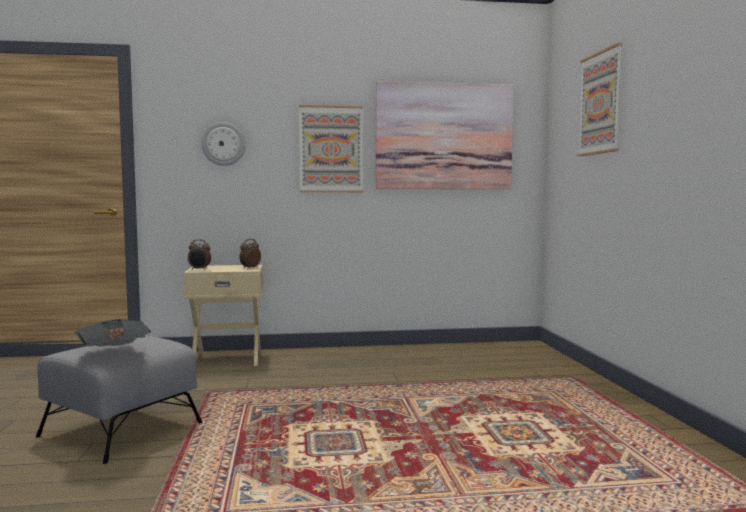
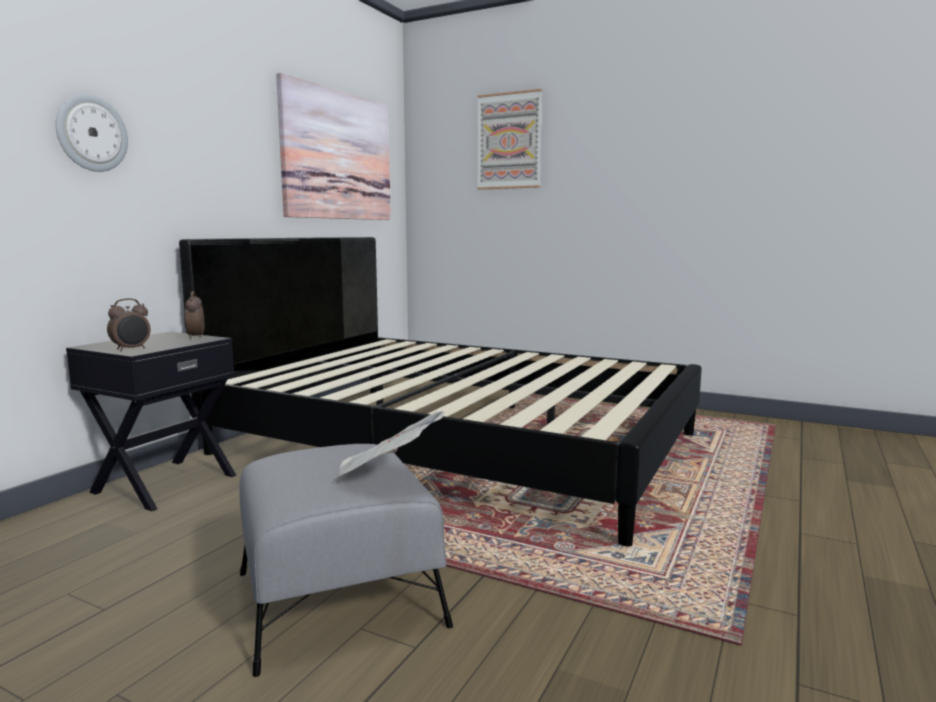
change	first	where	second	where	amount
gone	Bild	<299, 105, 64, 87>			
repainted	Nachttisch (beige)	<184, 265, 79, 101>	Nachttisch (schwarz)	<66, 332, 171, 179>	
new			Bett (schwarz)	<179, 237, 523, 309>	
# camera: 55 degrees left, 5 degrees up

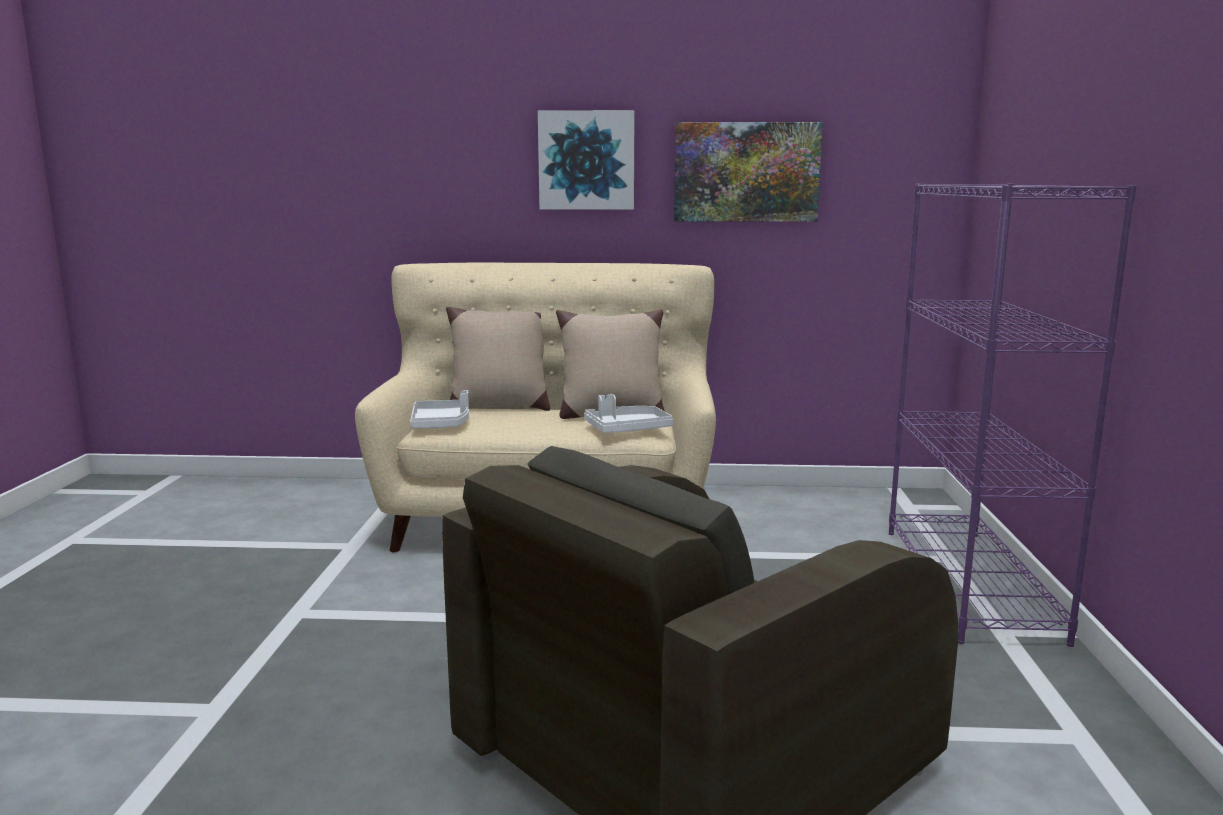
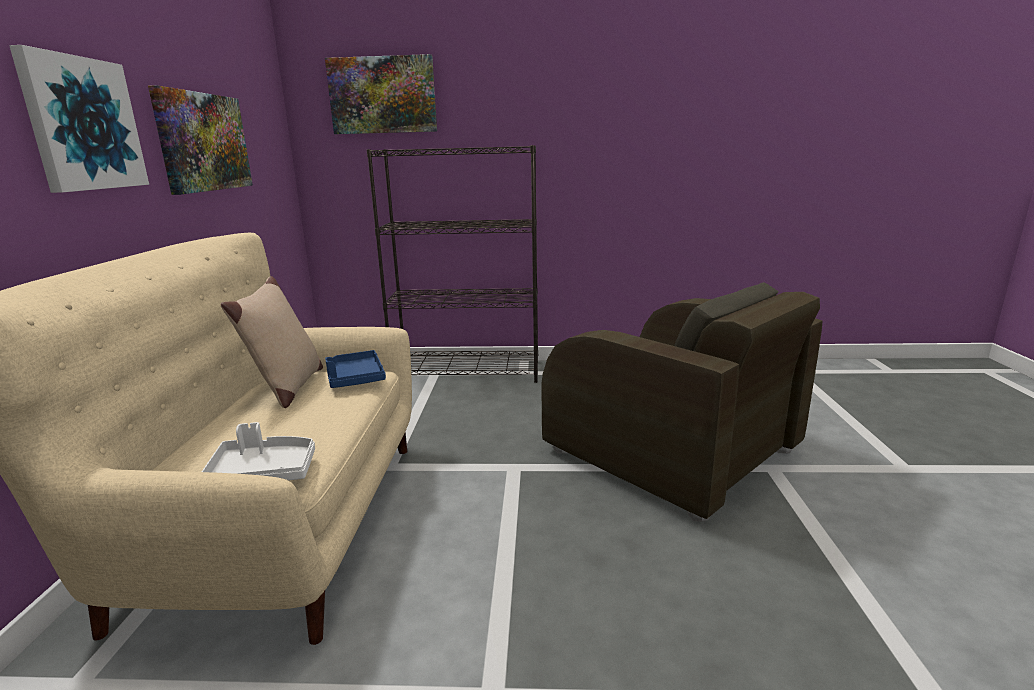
change	first	where	second	where	amount
repainted	Bücherregal (lila)	<889, 183, 248, 464>	Bücherregal (schwarz)	<367, 145, 171, 238>	
gone	Kissen (beige)	<446, 307, 104, 104>			
repainted	Tablett (weiß)	<584, 394, 89, 39>	Tablett (blau)	<325, 350, 61, 38>	
new			Bild	<325, 54, 112, 80>	
# camera: 90 degrees left, 5 degrees up

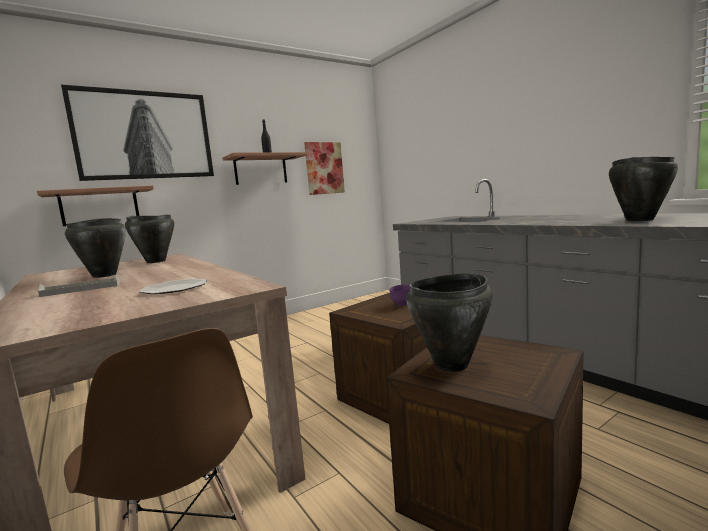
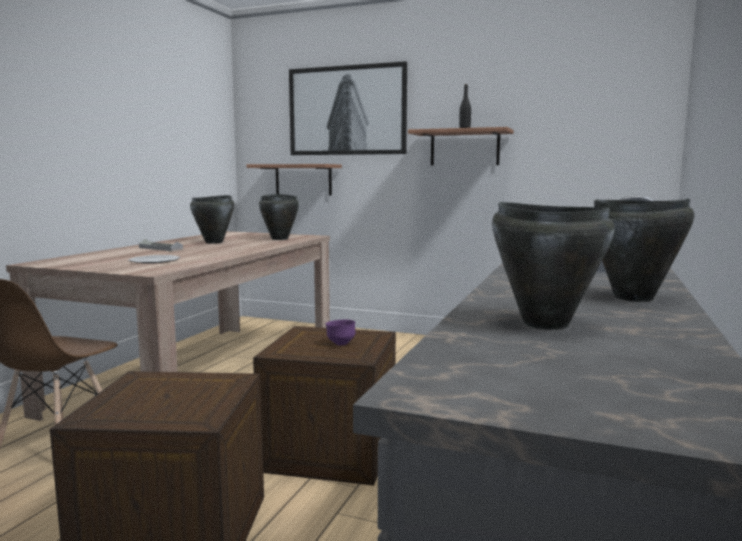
change	first	where	second	where	amount
gone	Bild	<304, 142, 41, 53>			
shifted	Kochtopf (schwarz)	<406, 273, 86, 99>		<594, 199, 100, 103>	
# camera: 55 degrees right, 0 degrees up

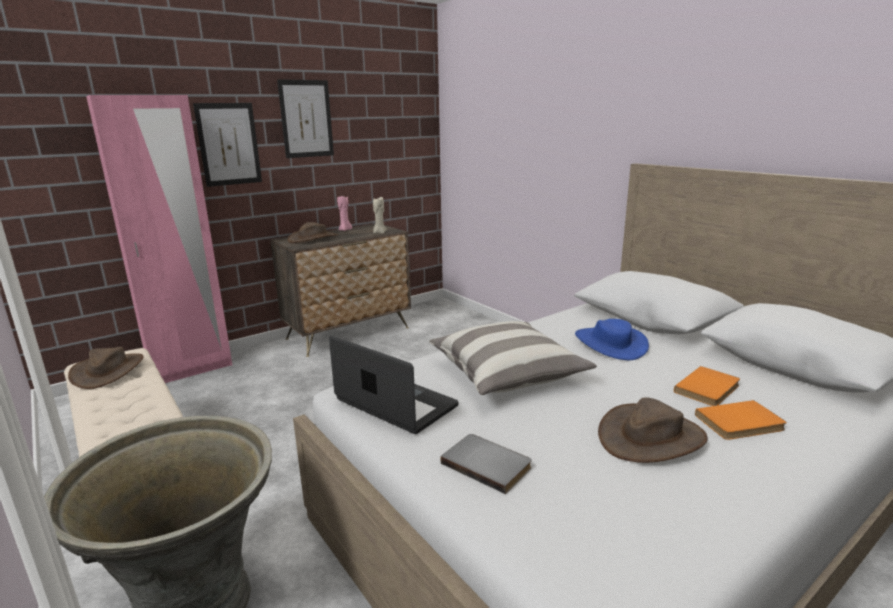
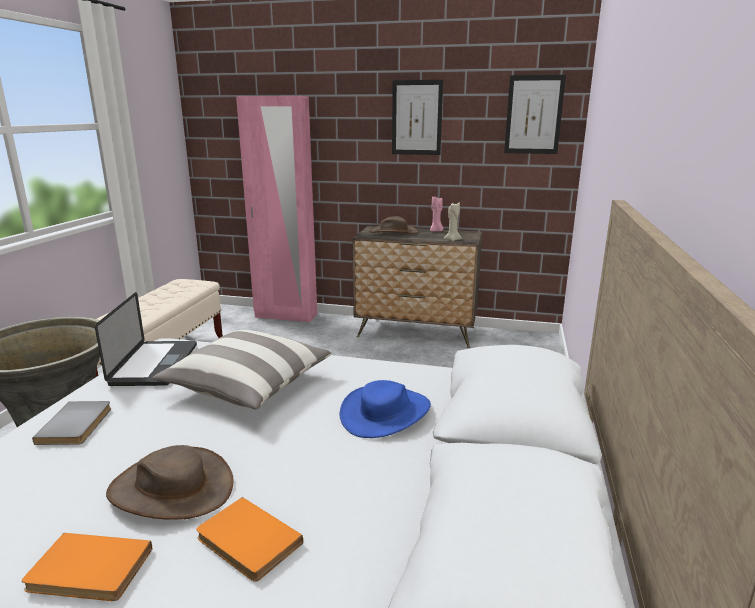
change	first	where	second	where	amount
shifted	Bild	<193, 103, 69, 84>		<504, 75, 62, 79>	
gone	Hut (braun)	<68, 347, 76, 42>			
shifted	Buch (orange)	<674, 366, 66, 40>		<22, 533, 131, 68>	
# camera: 50 degrees right, 0 degrees up

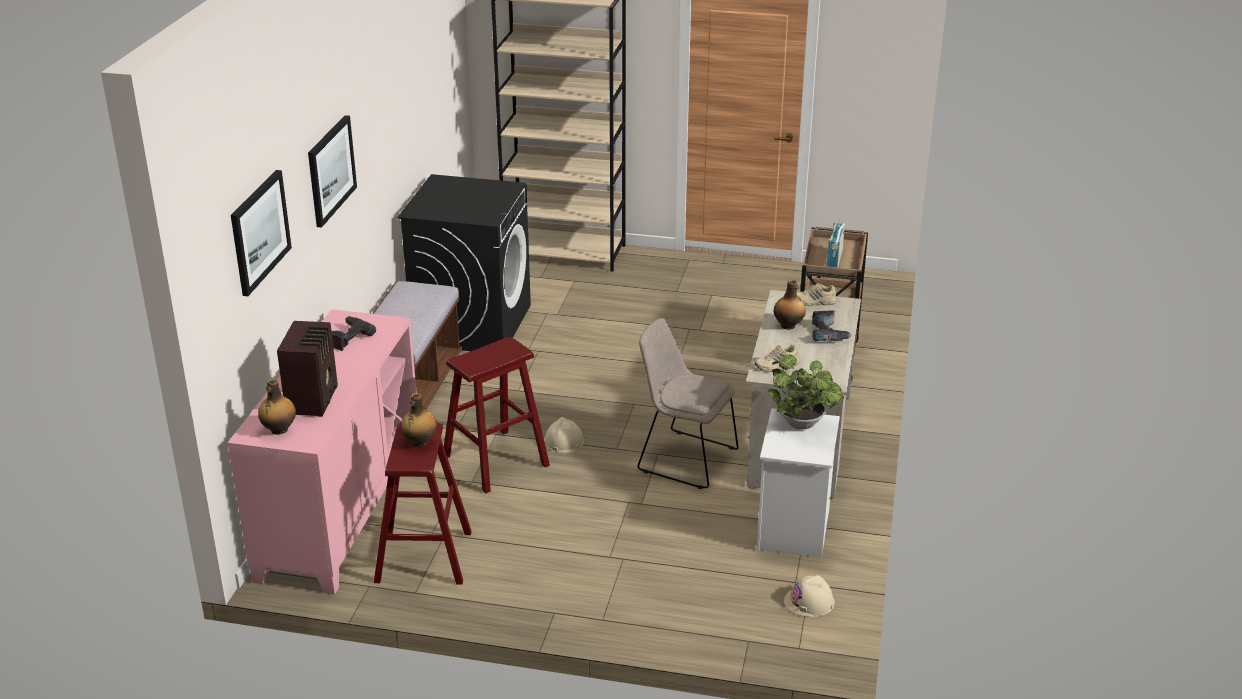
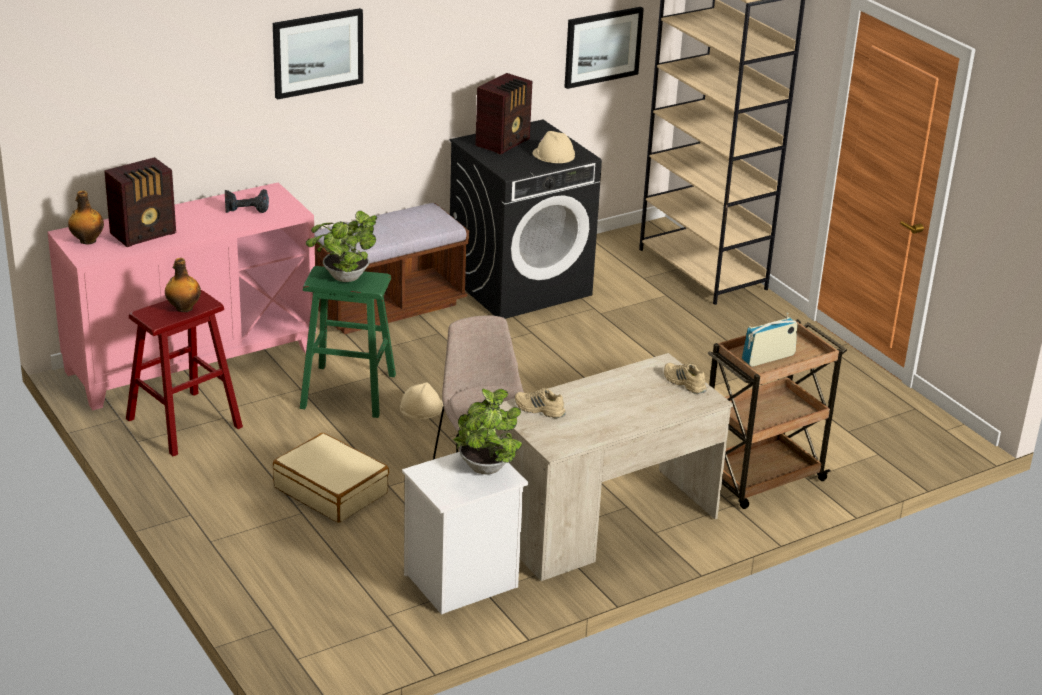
change	first	where	second	where	amount
shifted	Bild	<231, 170, 61, 126>		<565, 7, 79, 82>	
gone	Flasche	<774, 280, 32, 50>			
gone	Bohrmaschine	<812, 310, 40, 31>			
repainted	Hocker (rot)	<444, 337, 106, 156>	Hocker (grün)	<300, 266, 96, 152>	
shifted	Schutzhelm (beige)	<784, 575, 51, 42>		<533, 131, 42, 32>	
new			Radio	<475, 73, 57, 82>	
new			Topfpflanze	<306, 211, 71, 71>	
new			Koffer (beige)	<273, 433, 116, 90>	
# camera: 45 degrees right, 0 degrees up

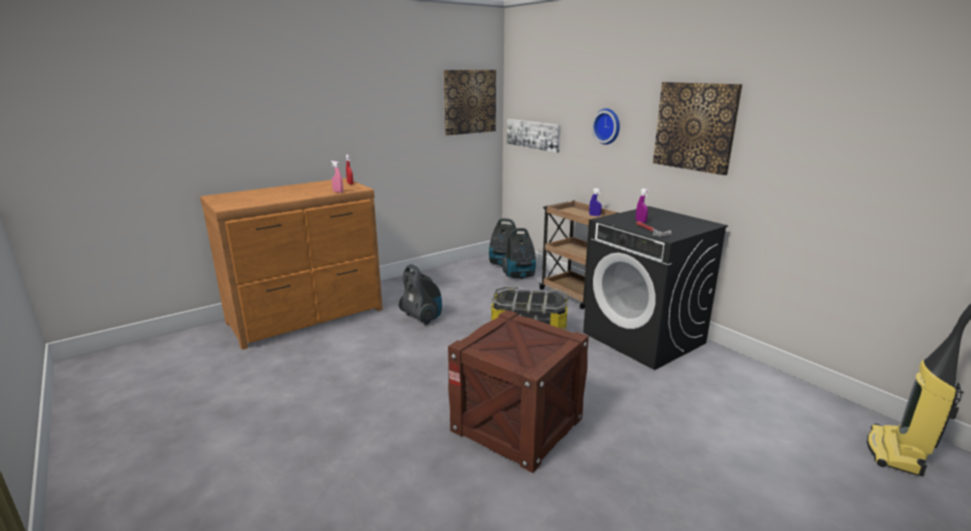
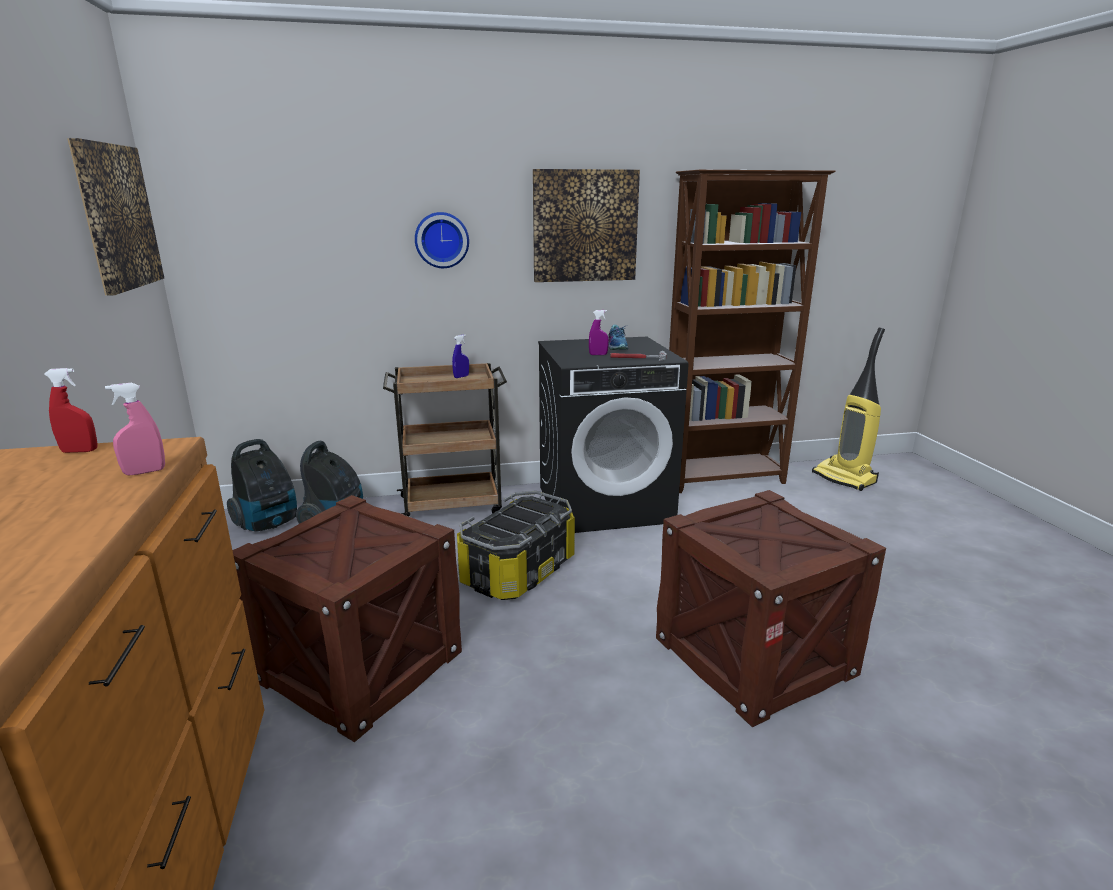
change	first	where	second	where	amount
gone	Bild	<507, 119, 54, 34>			
swapped	Staubsauger	<398, 264, 44, 61>	Kiste	<232, 495, 230, 247>	
new			Bücherregal (braun)	<669, 170, 166, 323>	
new			Schuh	<608, 324, 20, 26>	
# camera: 65 degrees left, 0 degrees up

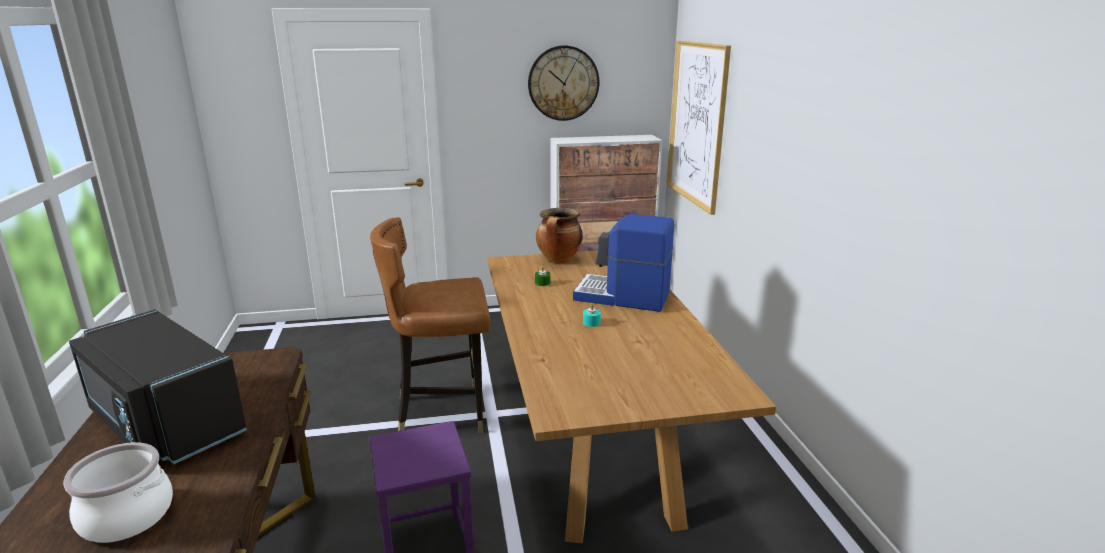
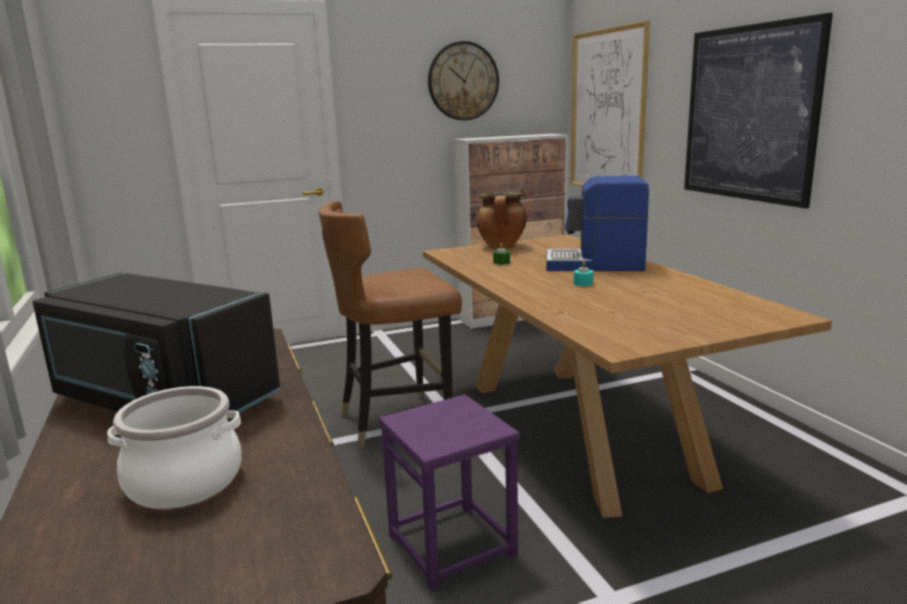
change	first	where	second	where	amount
new			Bild	<684, 13, 149, 196>	
# camera: 10 degrees left, 5 degrees down

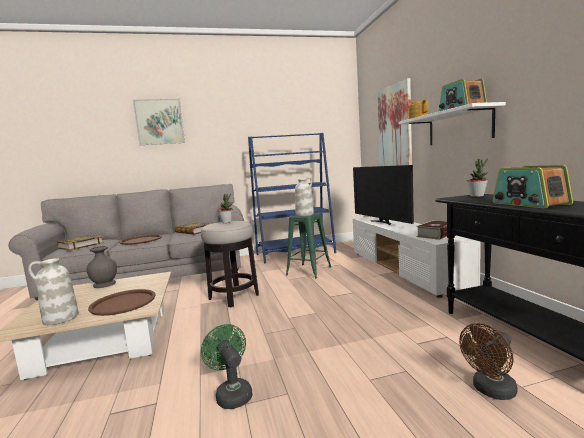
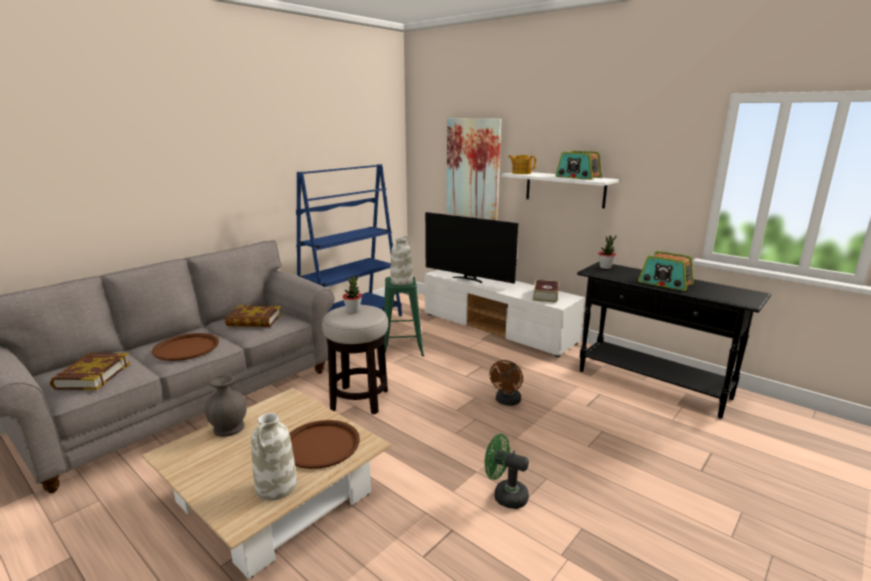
change	first	where	second	where	amount
gone	Bild	<133, 99, 52, 46>			
shifted	Ventilator (braun)	<459, 323, 58, 77>		<489, 360, 34, 46>	
# camera: 35 degrees left, 10 degrees up

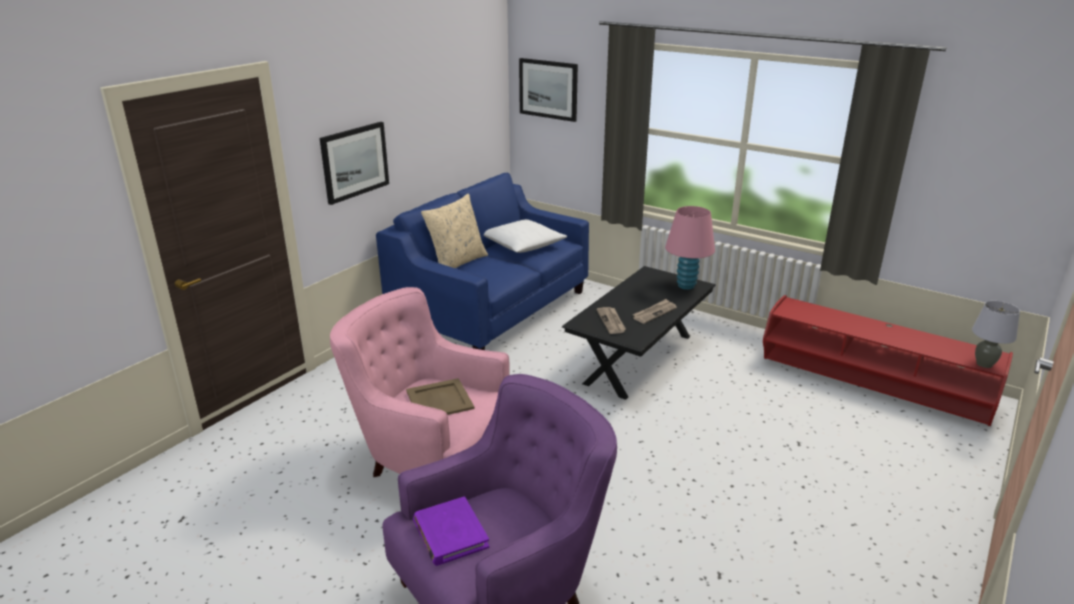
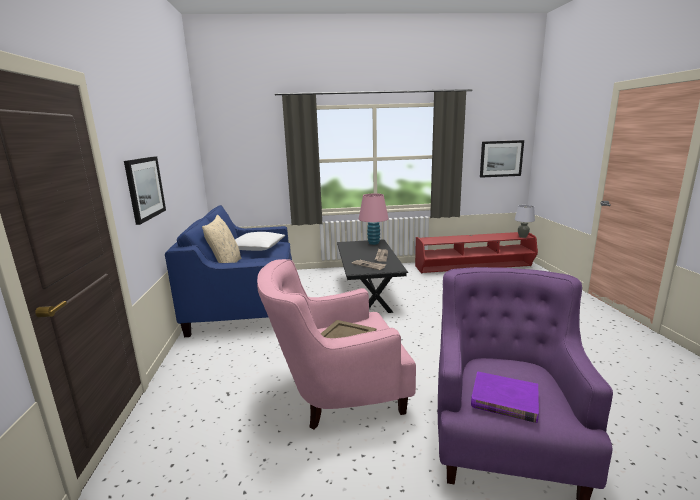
change	first	where	second	where	amount
shifted	Bild	<519, 58, 59, 64>		<480, 140, 44, 38>	
# camera: 40 degrees left, 10 degrees down

